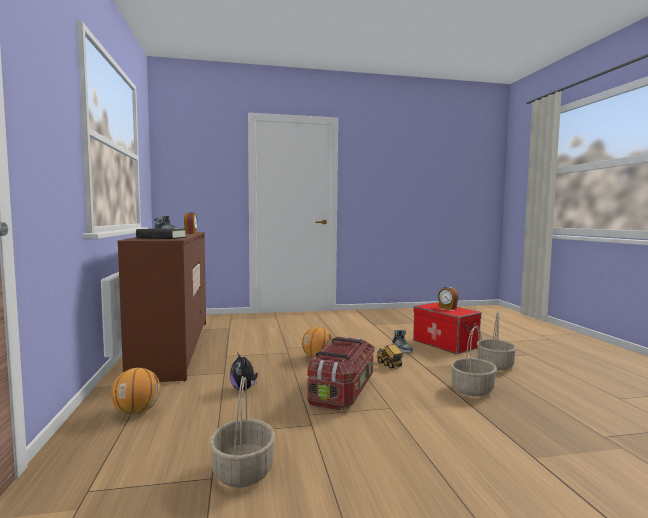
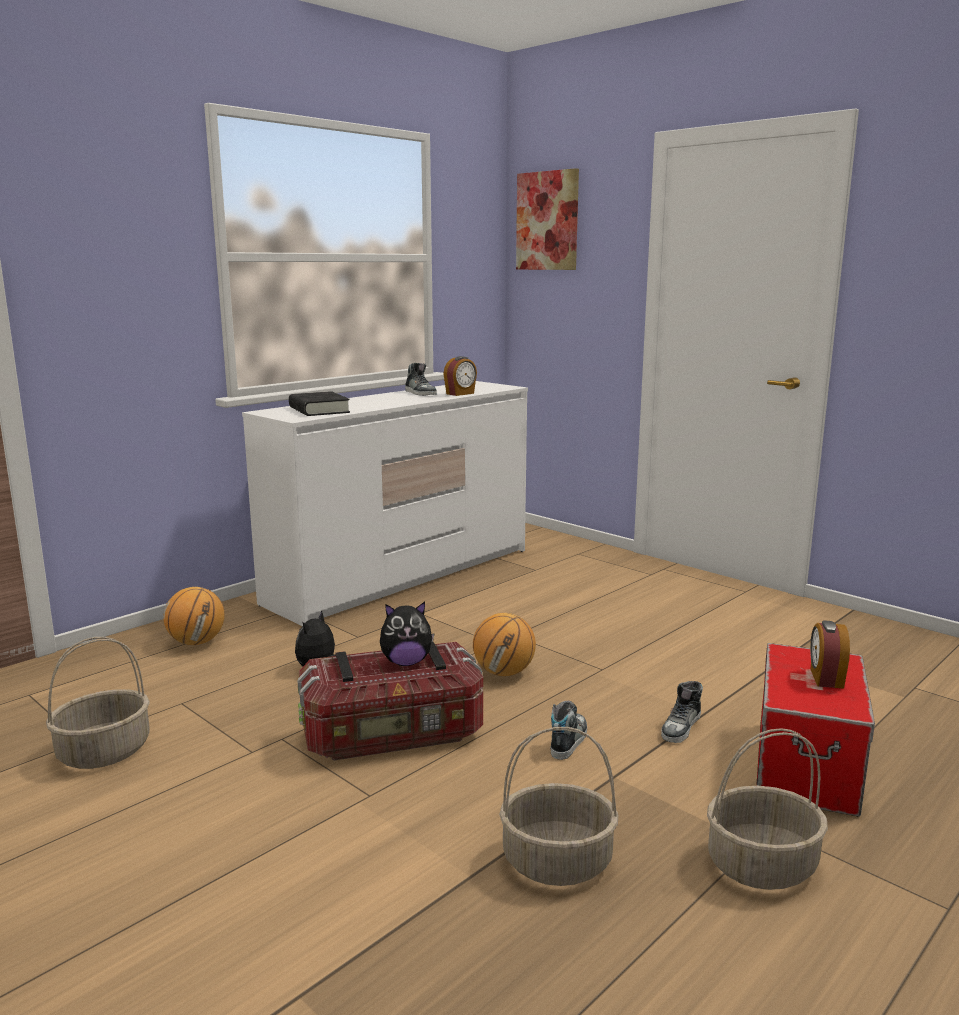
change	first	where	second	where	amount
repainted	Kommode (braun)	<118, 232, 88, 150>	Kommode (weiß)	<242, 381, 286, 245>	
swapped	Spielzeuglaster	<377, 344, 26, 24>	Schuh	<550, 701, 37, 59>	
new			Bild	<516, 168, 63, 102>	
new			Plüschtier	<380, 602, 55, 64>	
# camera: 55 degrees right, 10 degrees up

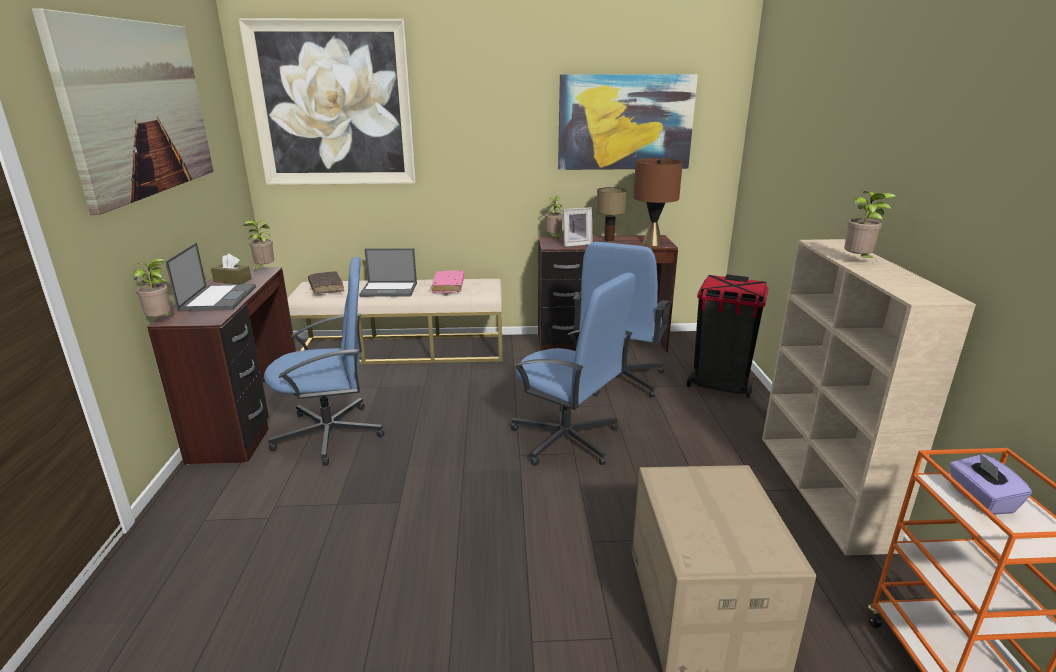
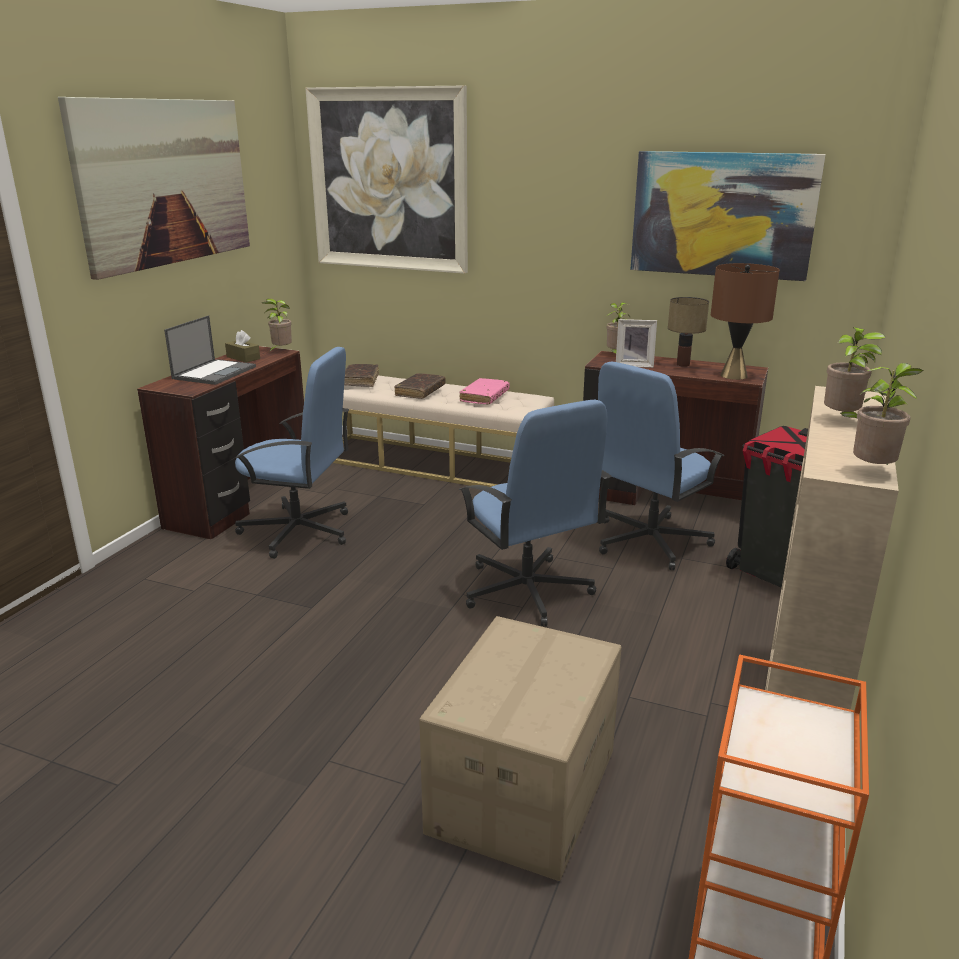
change	first	where	second	where	amount
swapped	Laptop	<359, 248, 58, 49>	Buch (braun)	<394, 373, 52, 26>	
shifted	Topfpflanze	<133, 258, 43, 59>		<853, 363, 71, 102>	
gone	Taschentuchbox (lila)	<949, 452, 83, 63>			
# camera: 25 degrees right, 0 degrees up

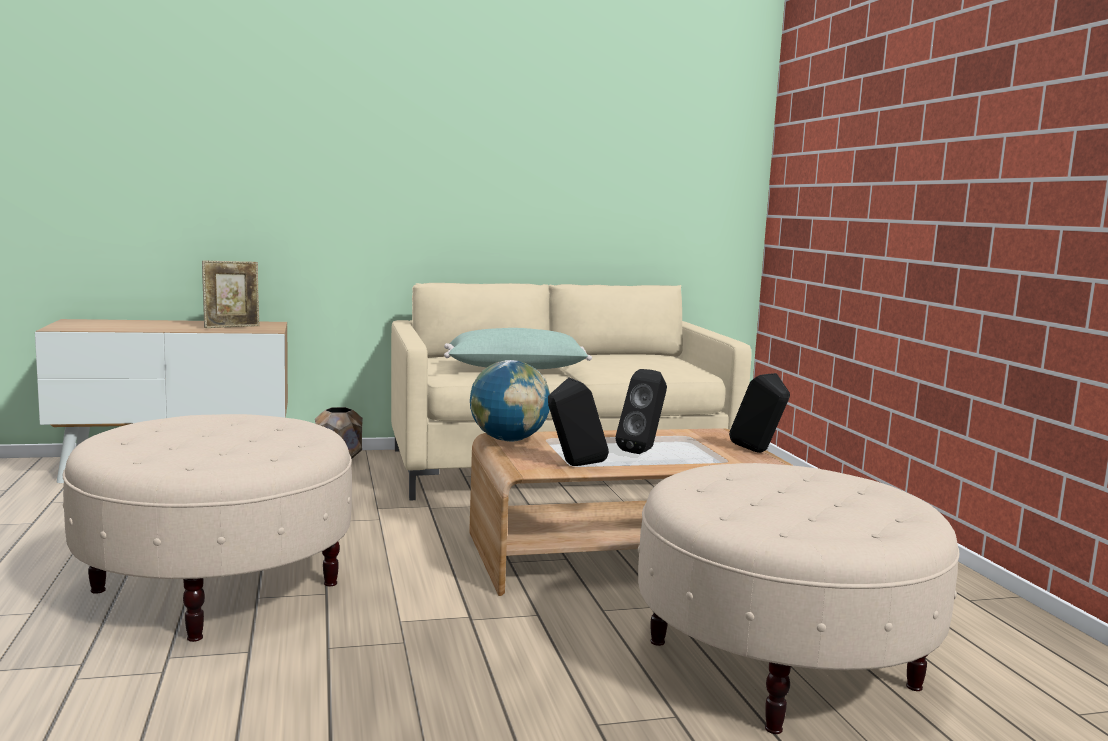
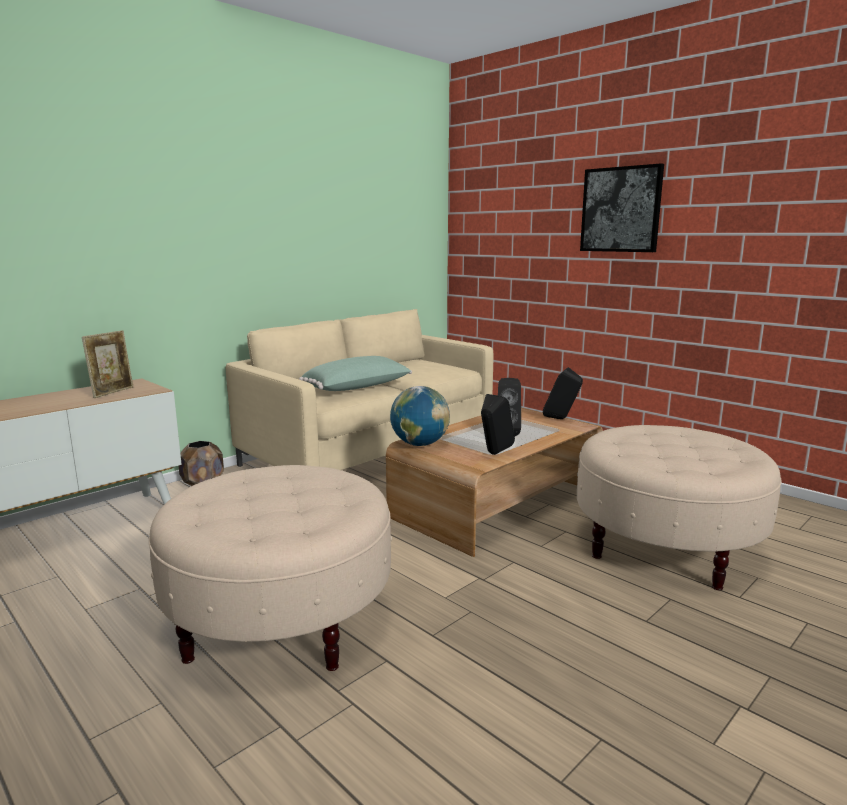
change	first	where	second	where	amount
new			Bild	<580, 163, 84, 89>	
# camera: 30 degrees left, 5 degrees up

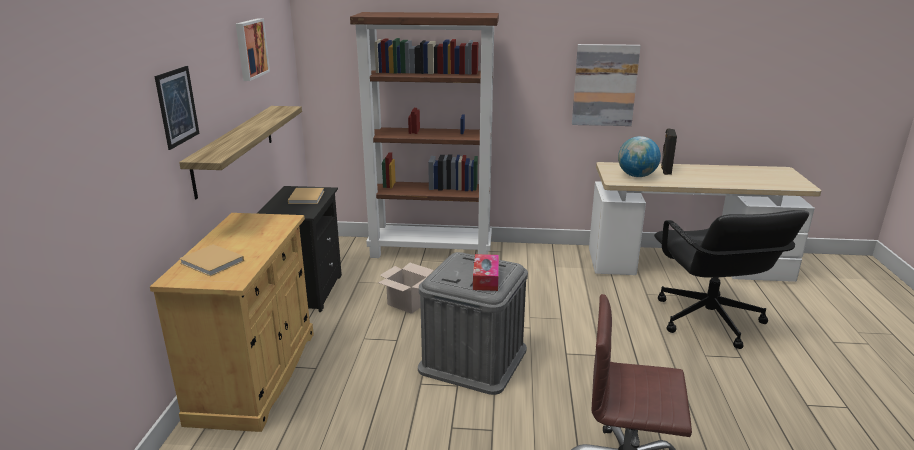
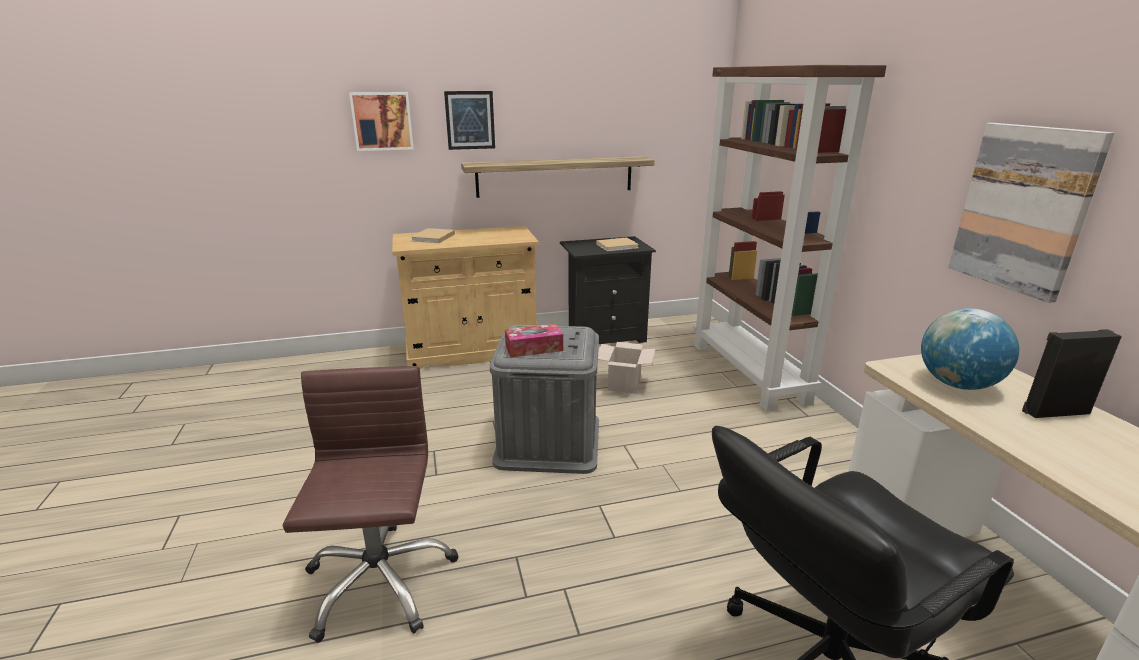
change	first	where	second	where	amount
shifted	Bild	<236, 18, 34, 63>		<349, 92, 65, 59>	
# camera: 70 degrees right, 0 degrees up

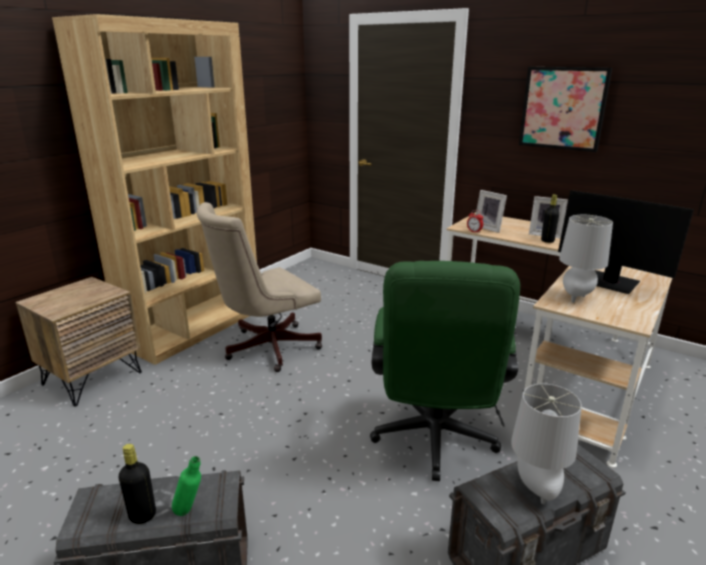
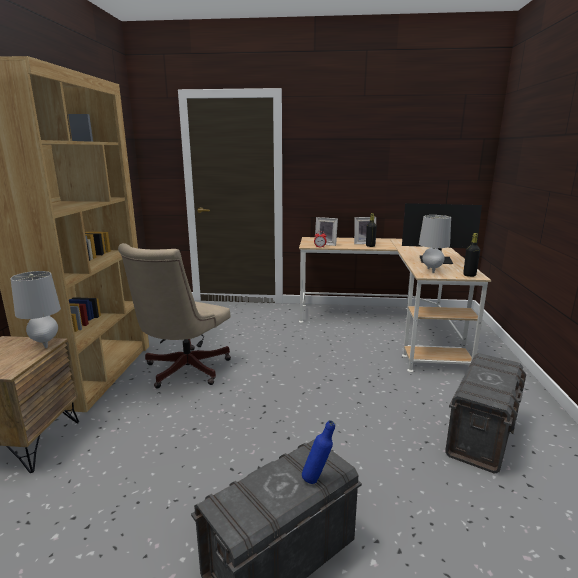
change	first	where	second	where	amount
gone	Bild	<519, 67, 93, 85>			
gone	Bürostuhl (grün)	<370, 261, 150, 220>			
shifted	Tischlampe (grau)	<511, 384, 71, 120>		<10, 271, 51, 77>	
shifted	Flasche (schwarz)	<118, 444, 38, 80>		<463, 233, 17, 44>	
repainted	Flasche (grün)	<172, 456, 29, 60>	Flasche (blau)	<302, 420, 33, 64>	
# camera: 30 degrees left, 5 degrees down

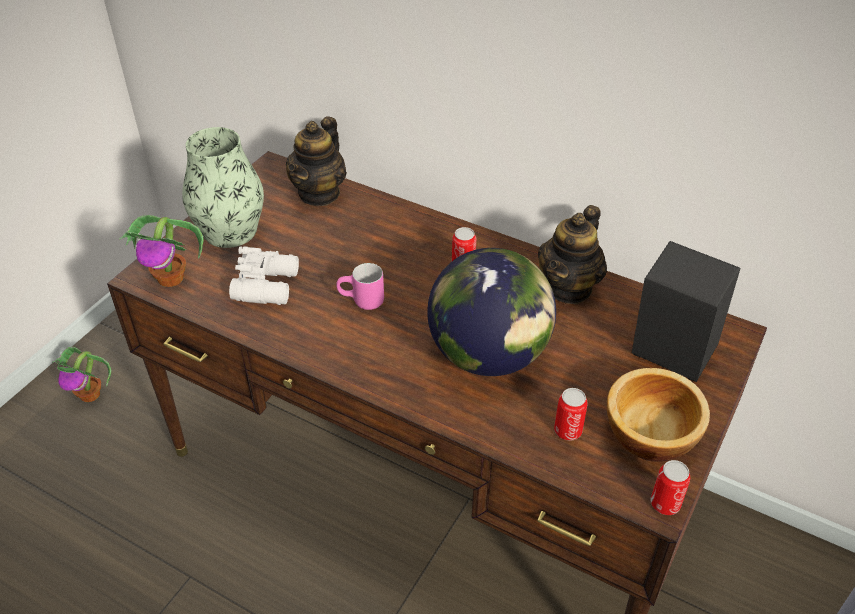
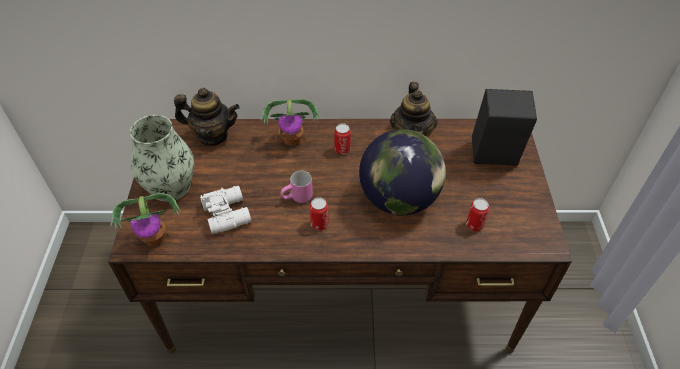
change	first	where	second	where	amount
rotated	Teekanne	<286, 116, 61, 90>		<174, 88, 66, 58>	75 degrees counterclockwise
shifted	Topfpflanze	<52, 347, 59, 55>		<261, 99, 59, 46>	
gone	Schüssel	<607, 368, 103, 94>			
shifted	Dose	<651, 460, 39, 55>		<310, 197, 19, 34>	
# camera: 30 degrees left, 5 degrees up

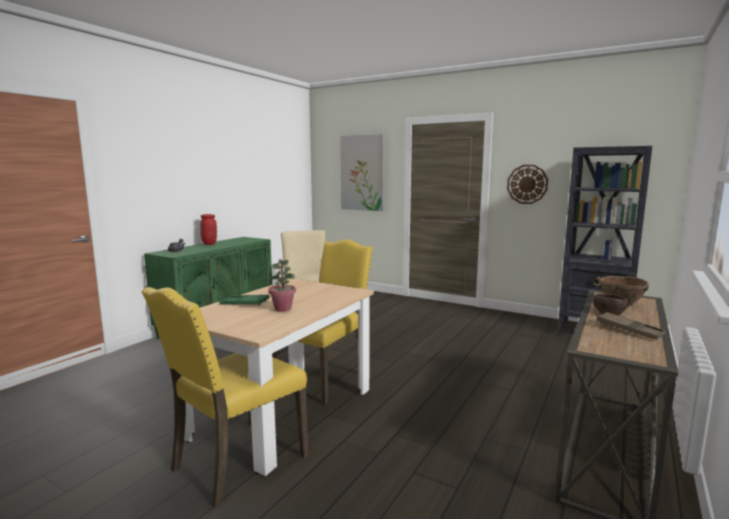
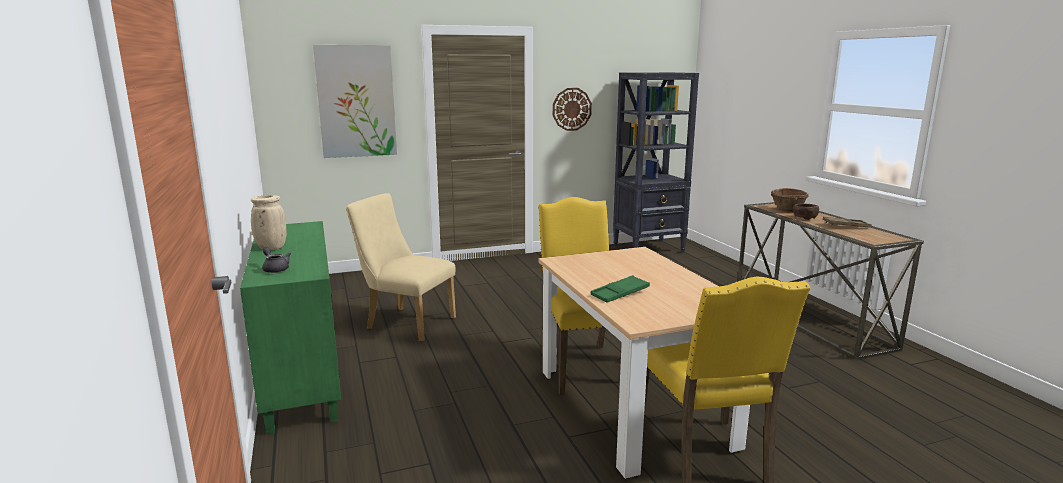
change	first	where	second	where	amount
repainted	Vase (rot)	<200, 214, 17, 31>	Vase (beige)	<251, 195, 36, 55>	
gone	Topfpflanze	<268, 259, 28, 53>			
# camera: 50 degrees left, 5 degrees up

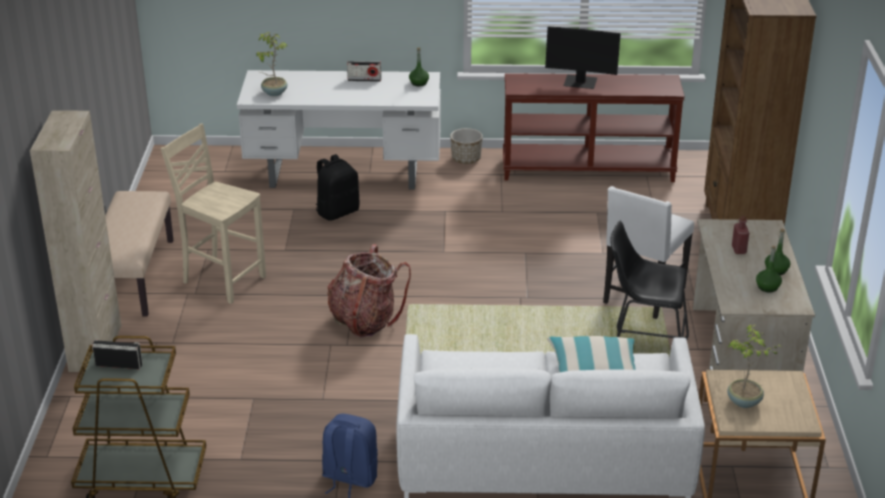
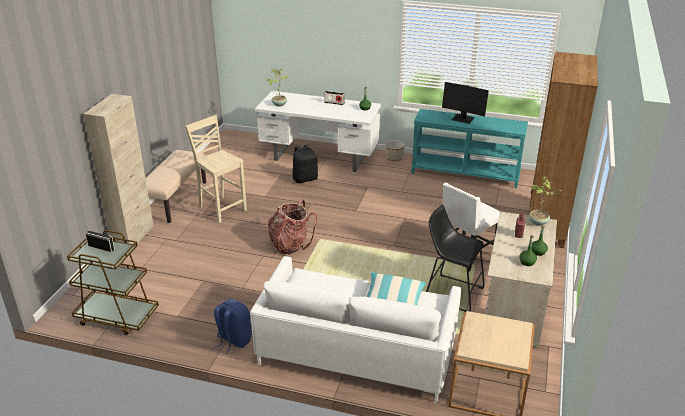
change	first	where	second	where	amount
repainted	Konsolentisch (braun)	<503, 73, 182, 109>	Konsolentisch (türkis)	<411, 109, 117, 80>	
shifted	Topfpflanze	<727, 325, 55, 83>		<529, 176, 34, 50>	
# camera: 15 degrees right, 0 degrees up

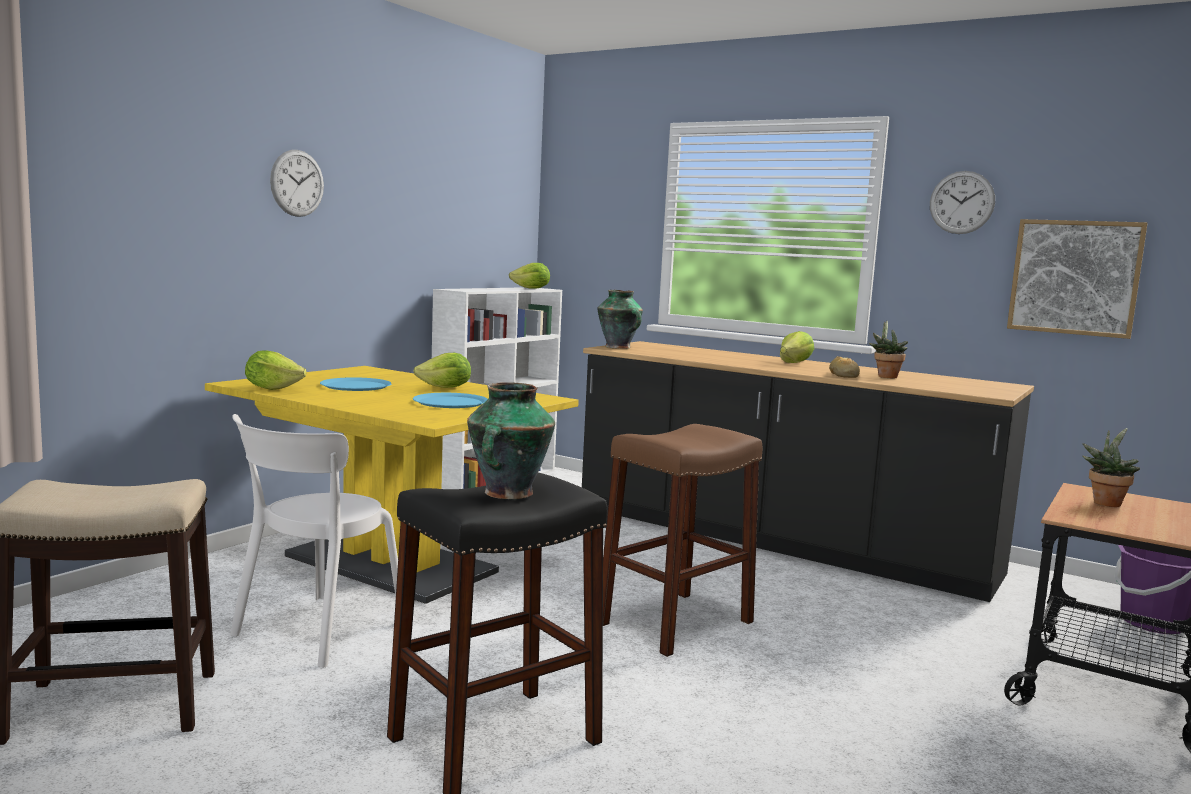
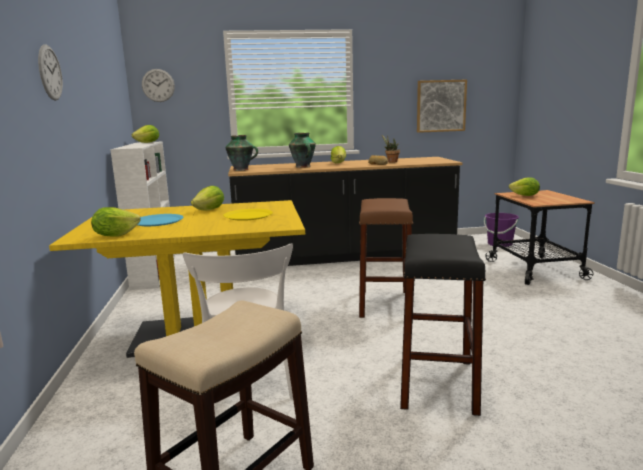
change	first	where	second	where	amount
shifted	Wanduhr	<930, 171, 65, 63>		<142, 69, 33, 33>	
shifted	Vase	<467, 382, 88, 117>		<289, 133, 27, 35>	
repainted	Teller (blau)	<413, 393, 74, 15>	Teller (gelb)	<223, 209, 50, 12>	
swapped	Topfpflanze	<1082, 428, 58, 79>	Salatkopf	<509, 177, 31, 19>	
# camera: 40 degrees left, 5 degrees up

